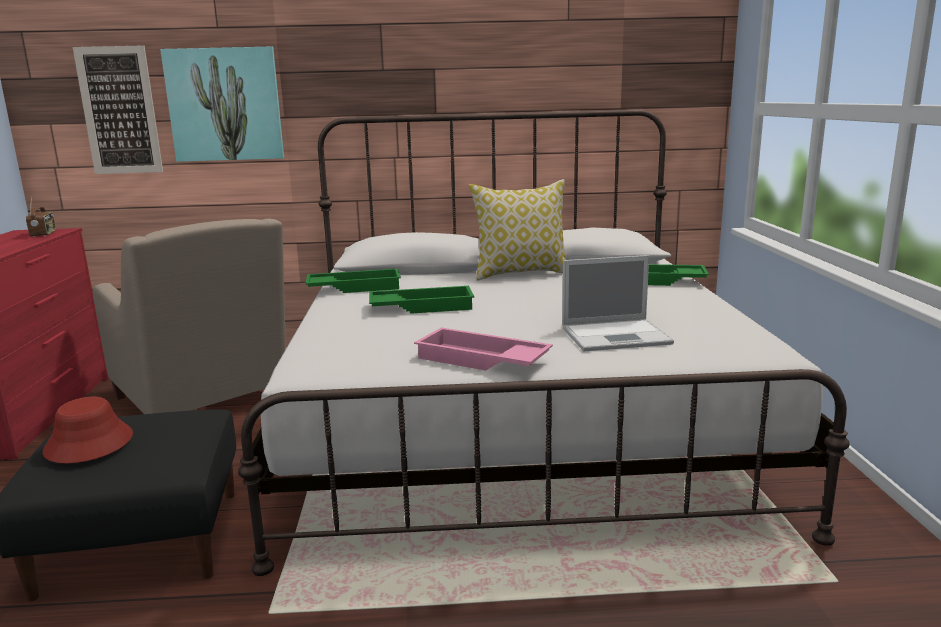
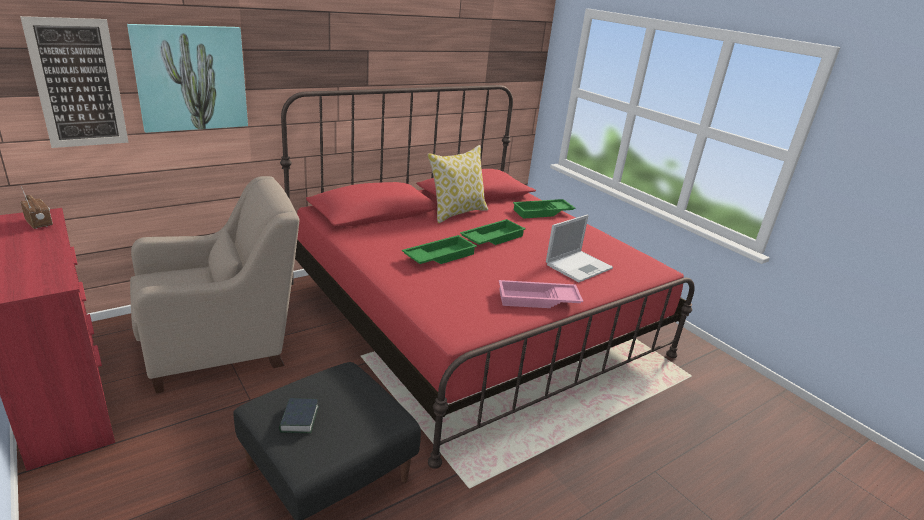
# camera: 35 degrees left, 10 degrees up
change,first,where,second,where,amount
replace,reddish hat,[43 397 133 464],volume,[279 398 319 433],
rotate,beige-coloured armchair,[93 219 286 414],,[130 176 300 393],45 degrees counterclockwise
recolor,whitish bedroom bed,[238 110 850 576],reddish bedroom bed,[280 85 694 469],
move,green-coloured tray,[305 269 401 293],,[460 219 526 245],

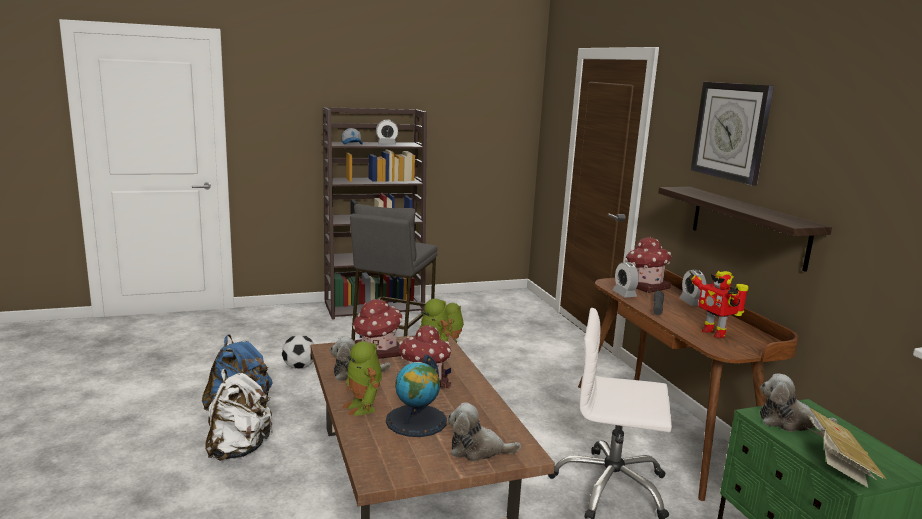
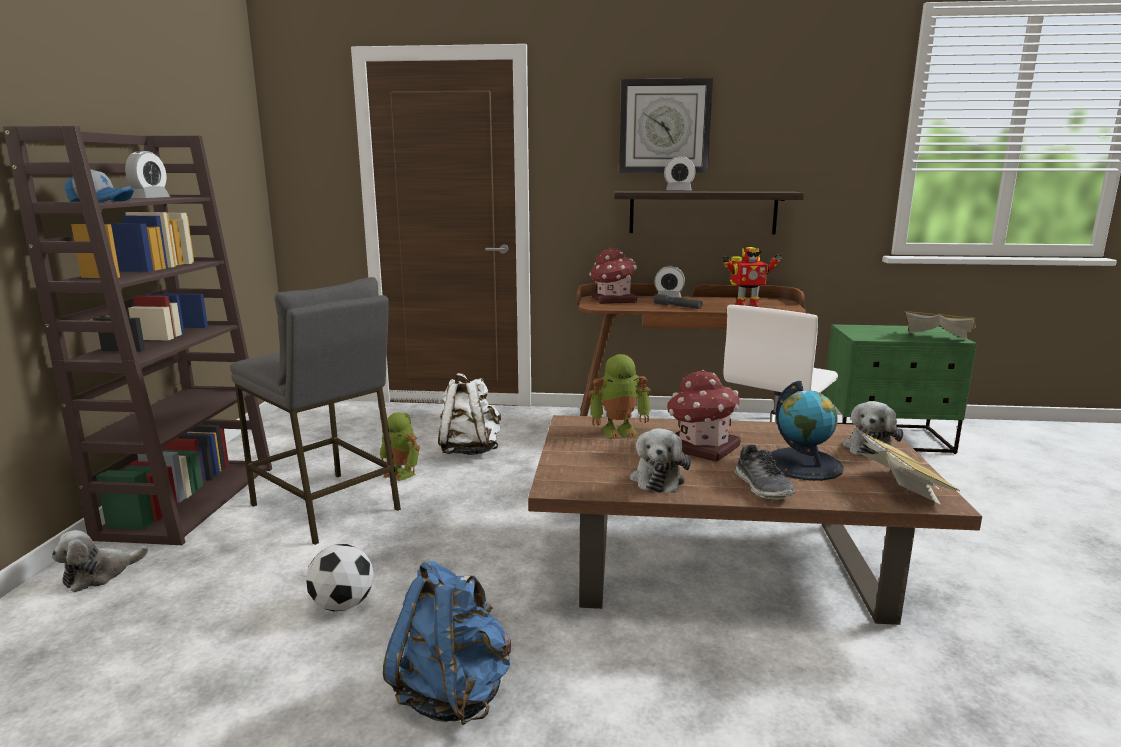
# camera: 65 degrees left, 0 degrees up
change,first,where,second,where,amount
move,whitish knapsack,[205 369 273 461],,[438 373 501 455],
replace,toy robot,[343 341 382 416],item of footwear,[734 445 795 500],
delete,toy house,[353 299 403 359],,,
move,table clock,[613 262 639 298],,[664 156 696 190],
move,cuddly toy,[760 374 837 432],,[51 530 149 592],
insert,,,volume,[857 432 960 504],

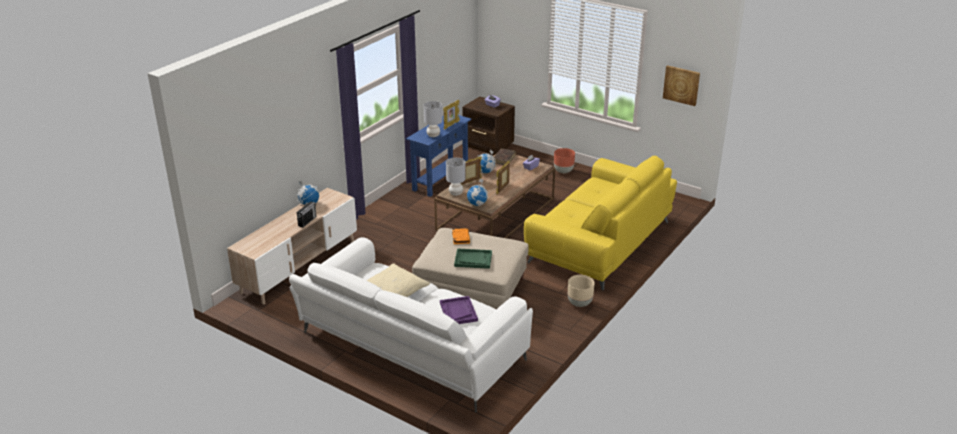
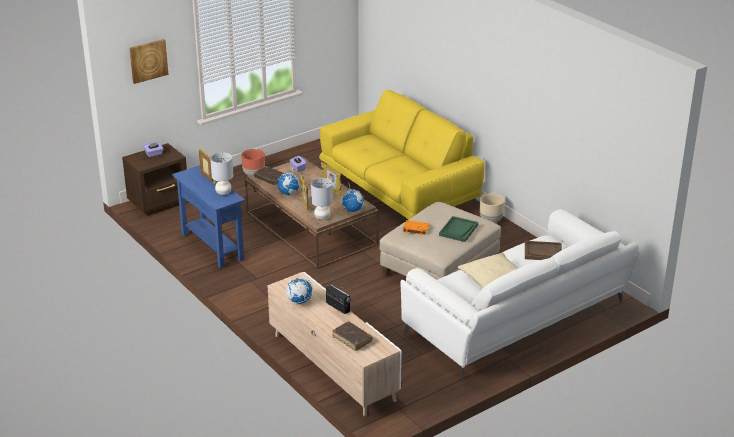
# camera: 70 degrees left, 0 degrees up
change,first,where,second,where,amount
recolor,purplish tray,[440 296 478 324],brown tray,[525 241 562 260],
move,wall picture,[663 65 700 106],,[129 39 168 84],
insert,,,brown volume,[333 321 373 351],

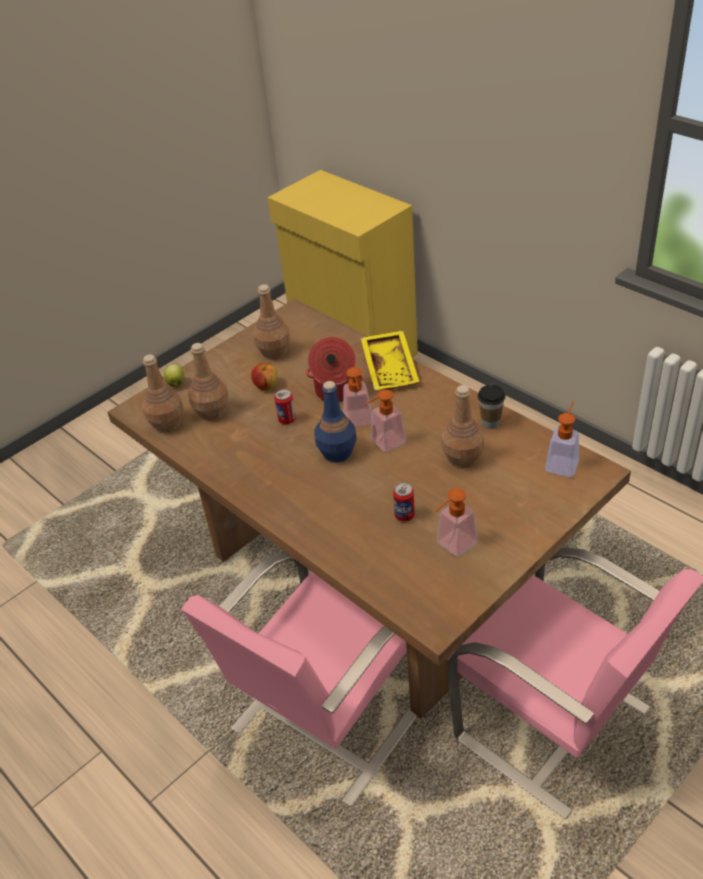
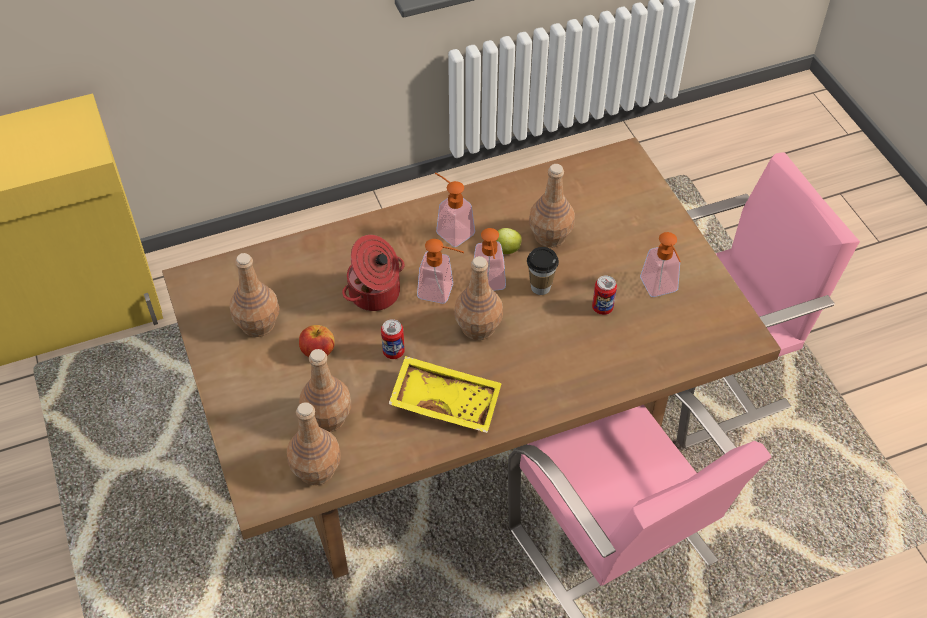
# camera: 70 degrees left, 10 degrees up
change,first,where,second,where,amount
move,apple fruit,[164 364 185 387],,[496 228 522 254],
recolor,bluish beverage bottle,[314 381 357 462],brown beverage bottle,[454 256 503 340],
move,yellow tray,[361 331 419 390],,[388 356 502 433],
move,drinking cup,[477 385 506 429],,[527 247 559 295],
move,soap dispenser,[545 402 579 477],,[435 172 475 247],

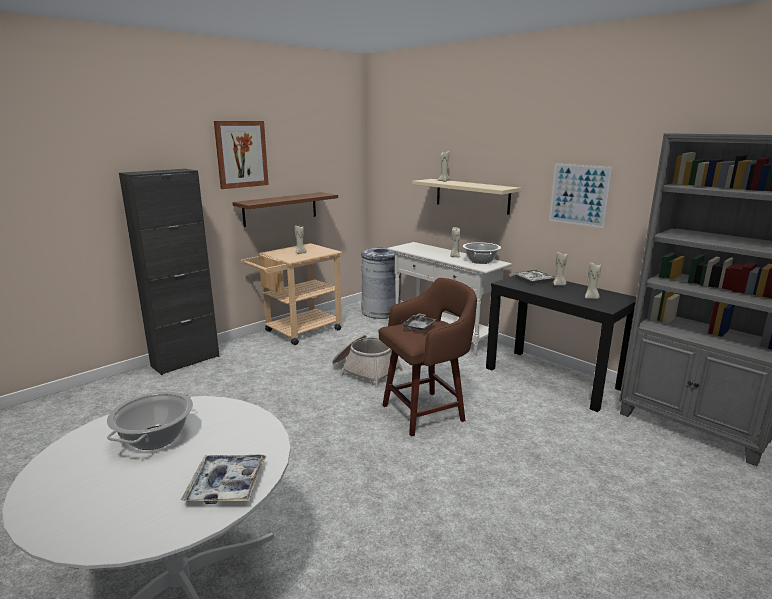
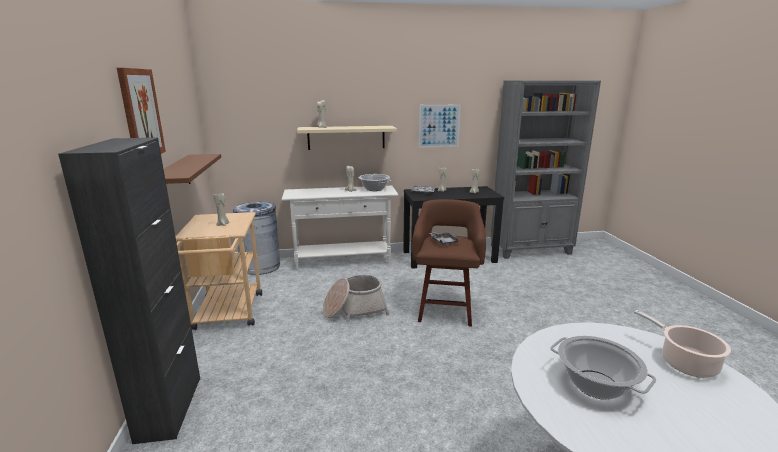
# camera: 55 degrees left, 0 degrees up
change,first,where,second,where,amount
replace,tray,[181 455 266 504],stockpot,[634 310 731 378],

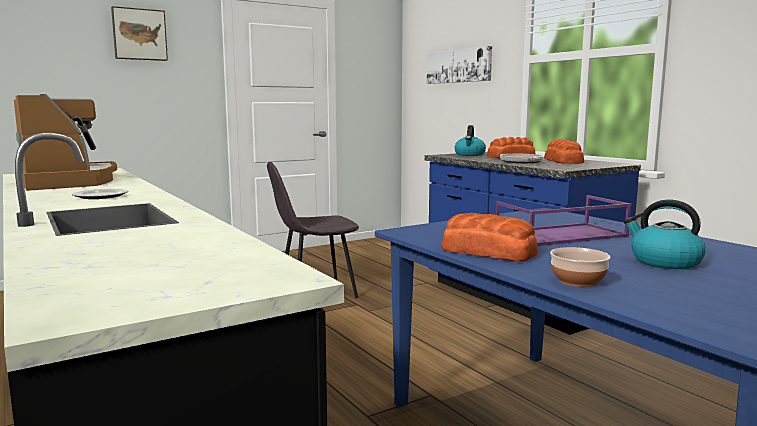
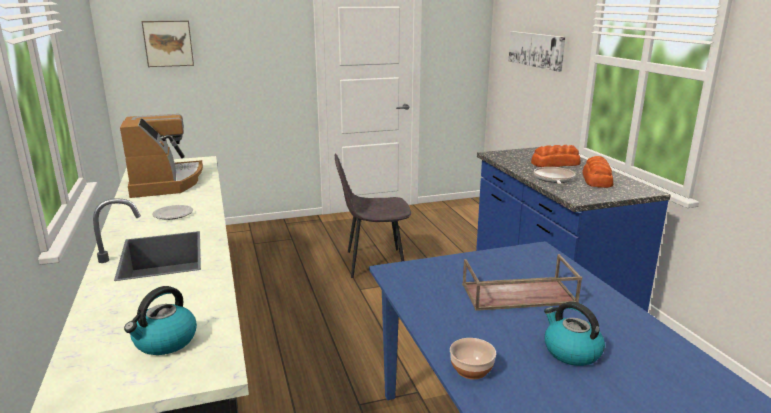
# camera: 15 degrees right, 10 degrees up
change,first,where,second,where,amount
move,wall picture,[111 6 168 61],,[142 21 194 67],
delete,baked bread,[441 213 538 262],,,
move,tea kettle,[455 125 486 156],,[124 286 197 355],
recolor,purplish tray,[495 195 631 246],brown tray,[462 254 582 311],

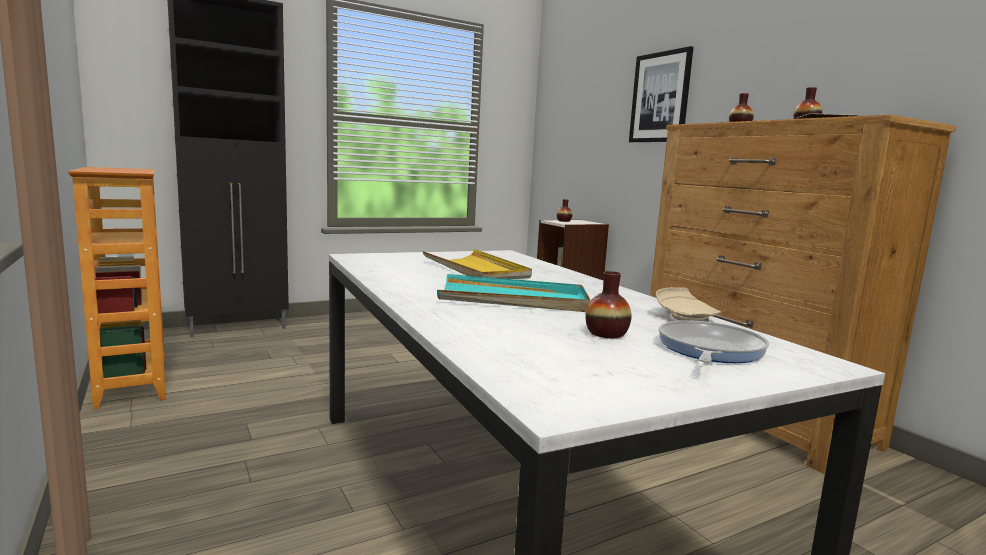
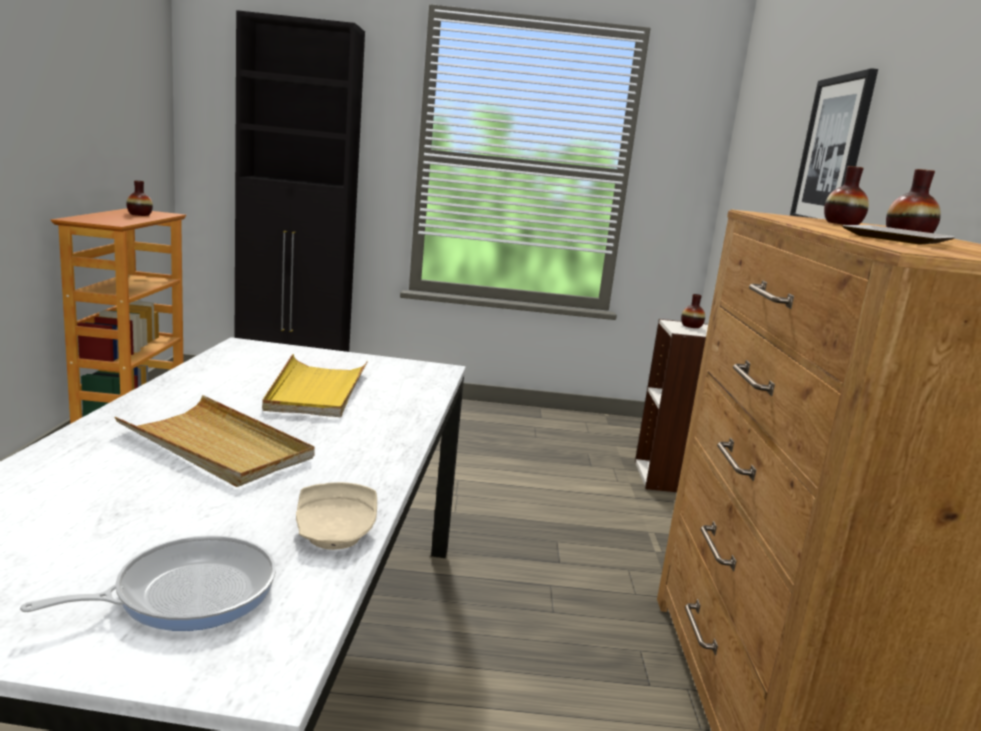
# camera: 30 degrees right, 5 degrees up
change,first,where,second,where,amount
recolor,turquoise tray,[437 274 590 312],beige-coloured tray,[115 395 315 487],
move,flower vase,[585 271 632 338],,[126 181 153 216],

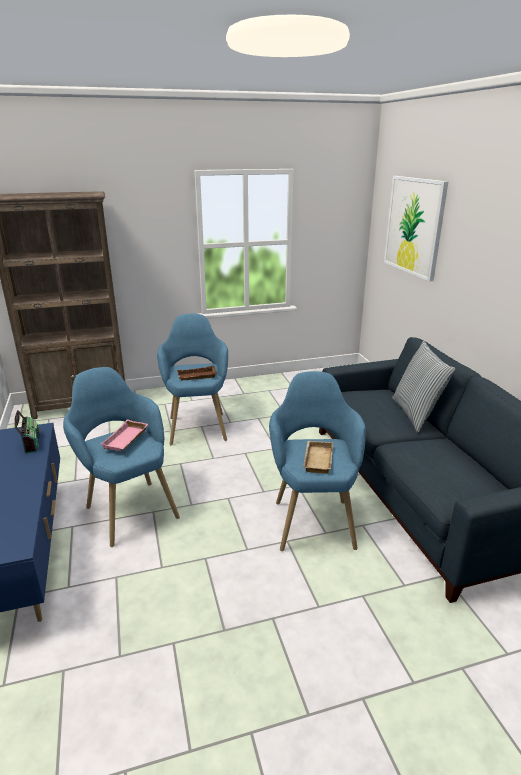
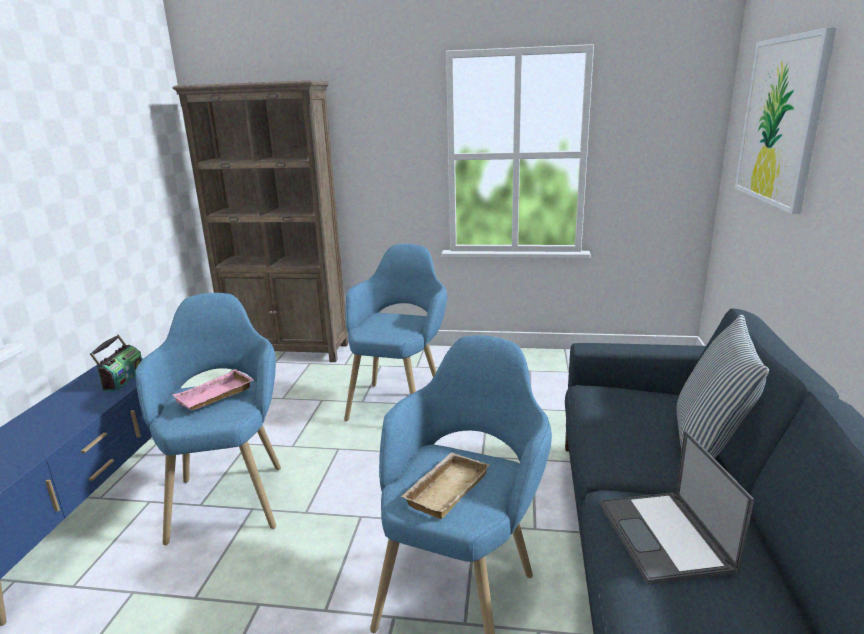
# camera: 25 degrees right, 5 degrees down
change,first,where,second,where,amount
delete,brown tray,[177 365 217 380],,,
insert,,,laptop,[600 430 754 585],

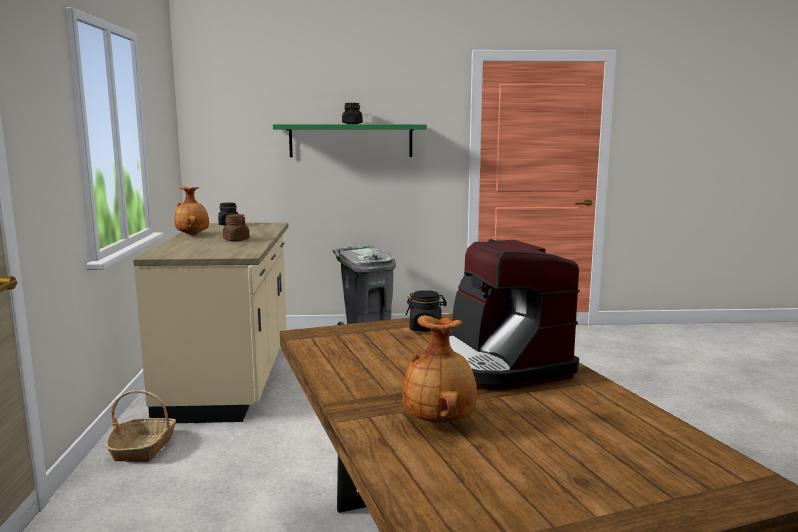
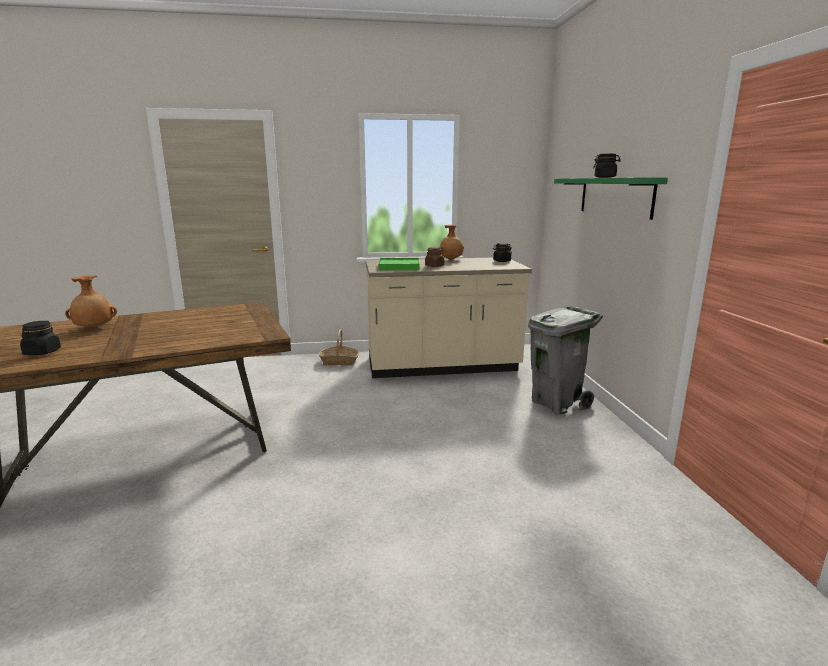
# camera: 85 degrees right, 5 degrees up
change,first,where,second,where,amount
move,black-coloured jar,[406 290 447 332],,[20 321 61 355],
delete,coffee brewer,[449 239 580 390],,,
insert,,,green-coloured tray,[378 258 420 270],

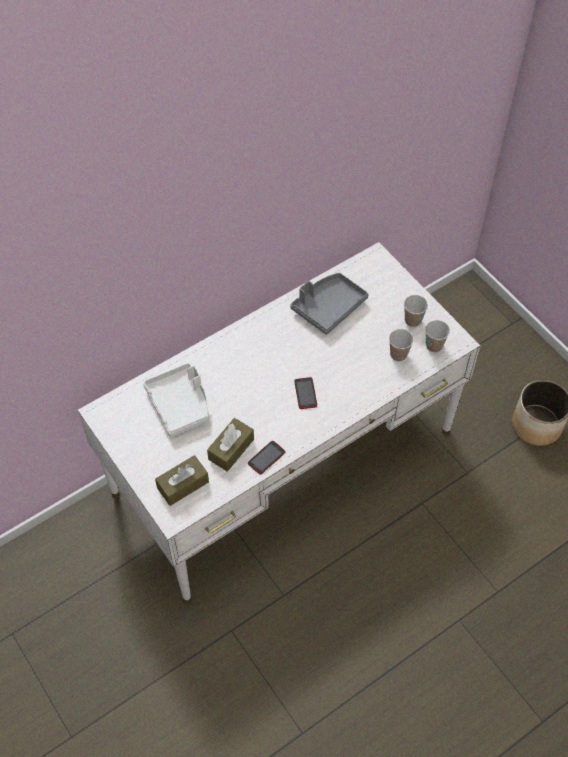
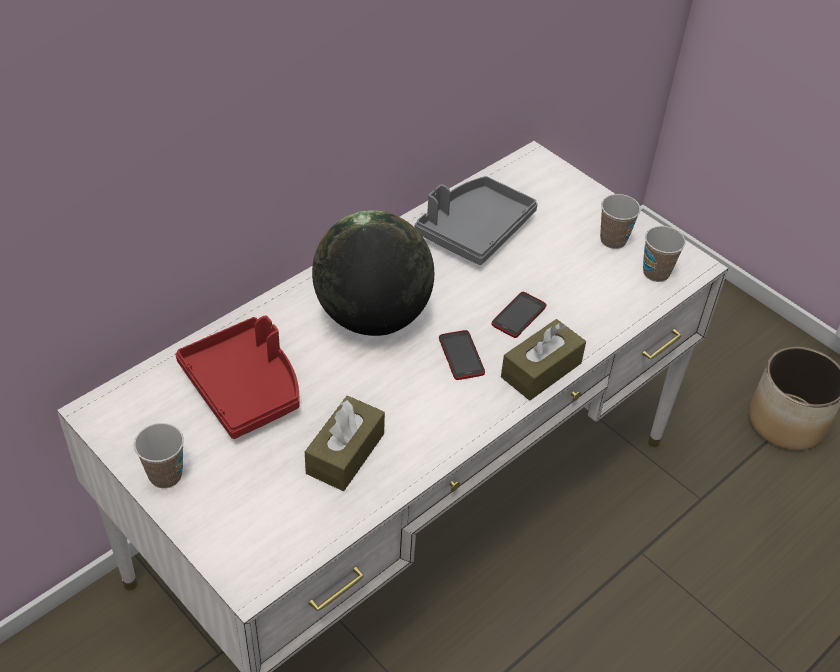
# camera: 10 degrees left, 10 degrees down
change,first,where,second,where,amount
recolor,whitish tray,[143 363 209 437],reddish tray,[175 316 299 439],
move,brown tissue box,[155 455 209 506],,[501 319 586 400],
move,phone,[248 441 285 475],,[491 292 547 338],
move,drinking cup,[389 329 414 361],,[134 423 184 488],
insert,,,desk globe,[312 210 434 336],

